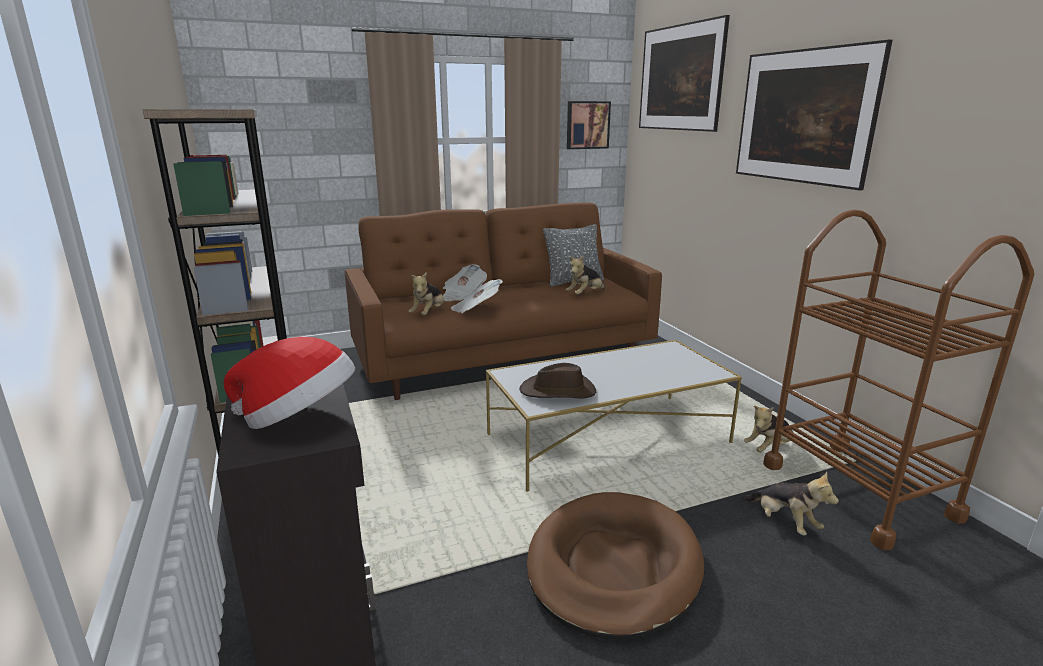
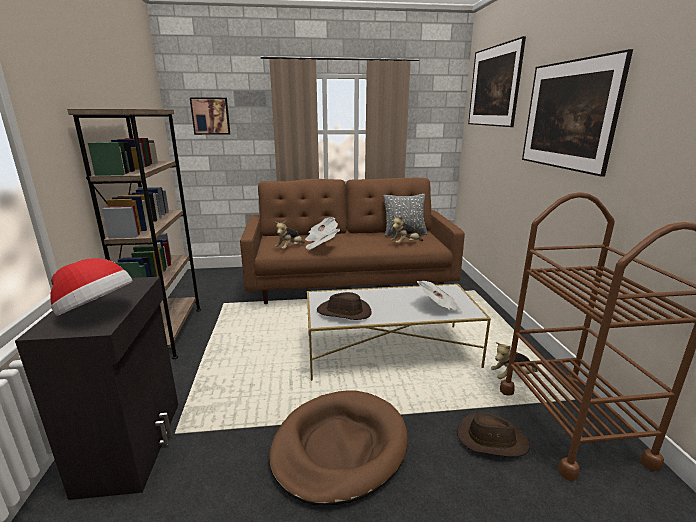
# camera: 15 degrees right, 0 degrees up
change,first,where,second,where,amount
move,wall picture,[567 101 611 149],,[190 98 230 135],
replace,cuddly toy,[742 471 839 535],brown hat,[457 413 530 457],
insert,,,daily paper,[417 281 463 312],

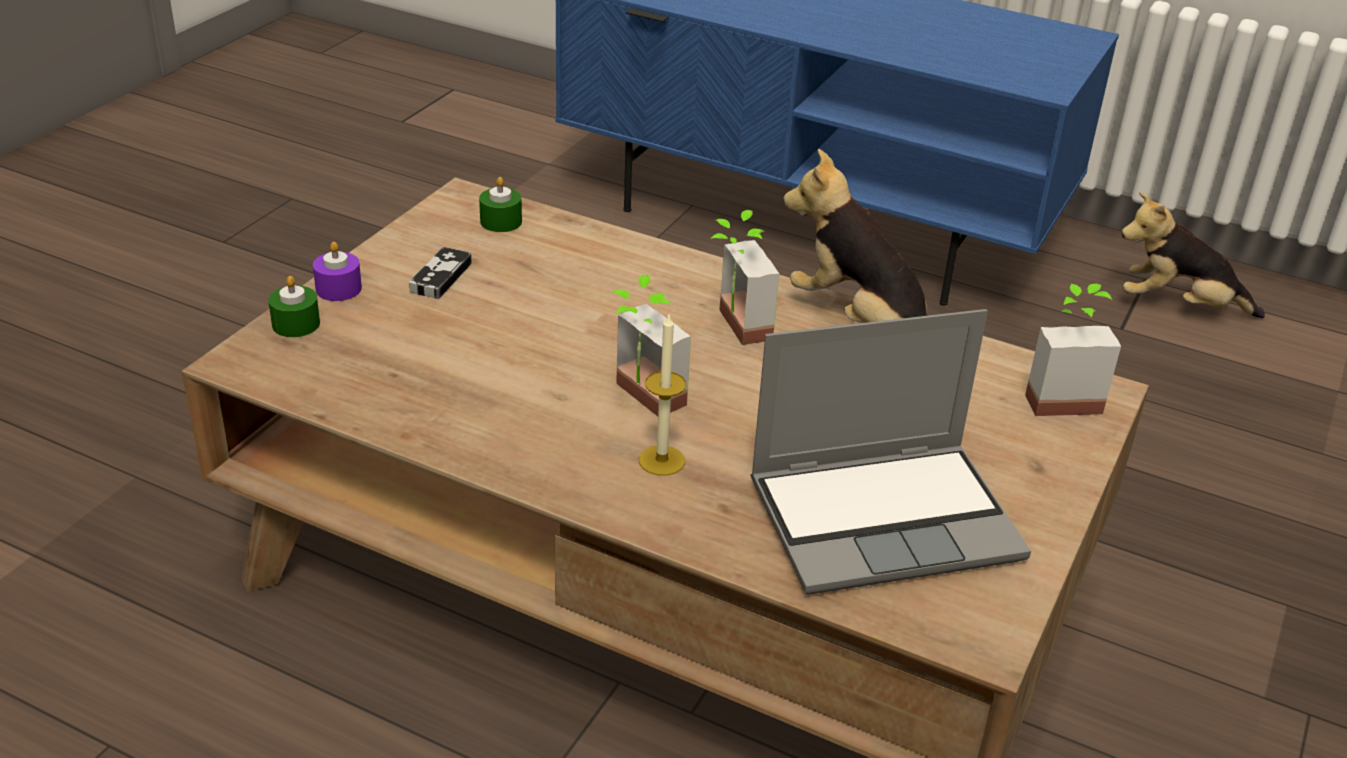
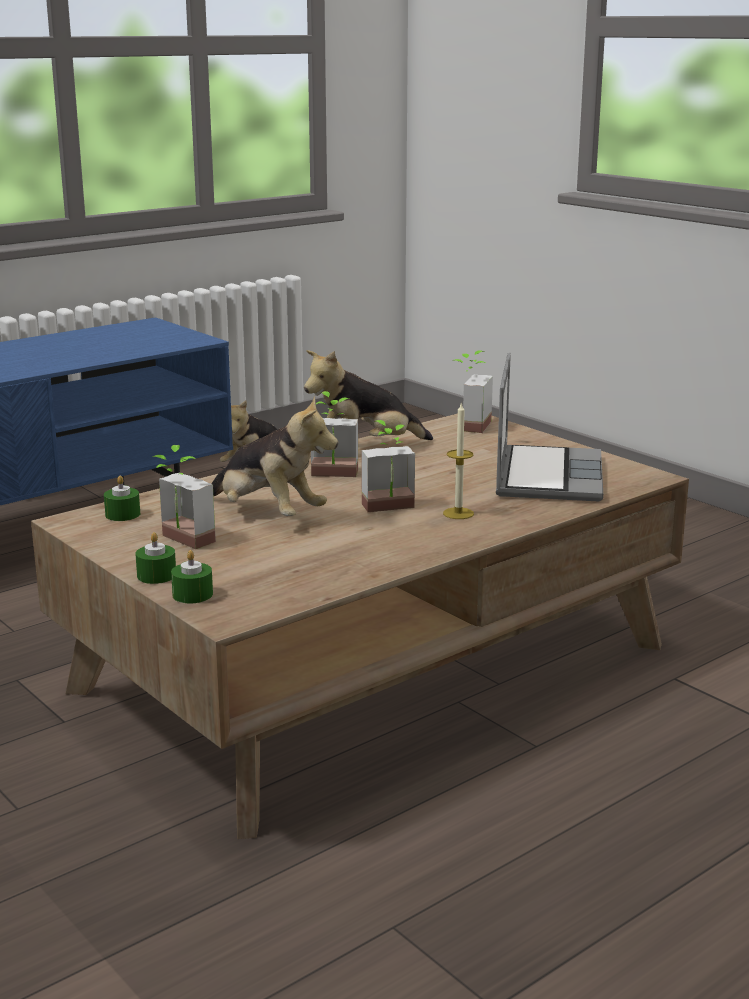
# camera: 65 degrees left, 15 degrees down
change,first,where,second,where,amount
recolor,purplish wax light,[313 242 362 301],green-coloured wax light,[135 532 176 584],
replace,gamepad,[409 247 472 299],potted plant,[153 445 216 549],
insert,,,cuddly toy,[211 396 338 516],

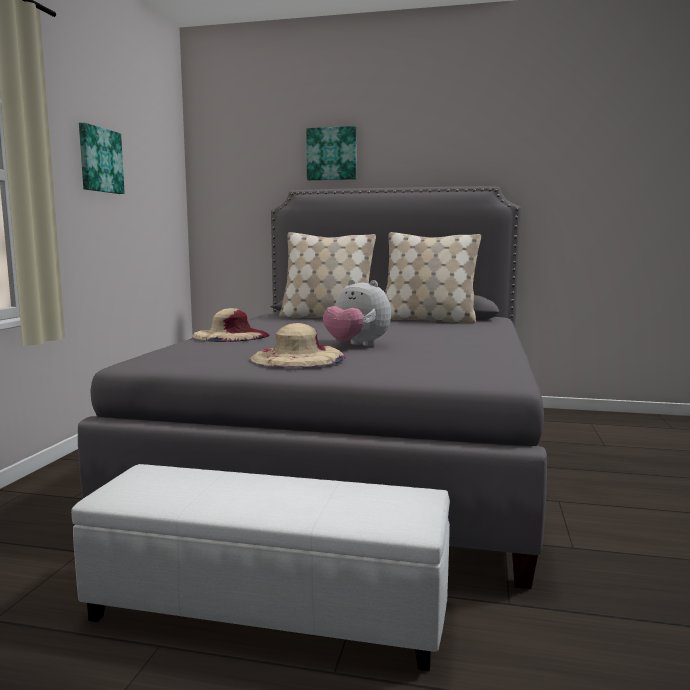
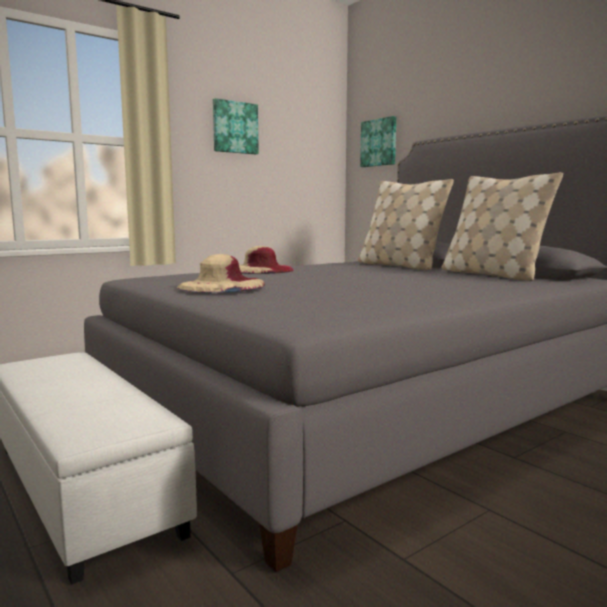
# camera: 40 degrees right, 0 degrees up
change,first,where,second,where,amount
move,wall picture,[306 126 357 180],,[360 116 396 167],
delete,cuddly toy,[323 279 391 346],,,

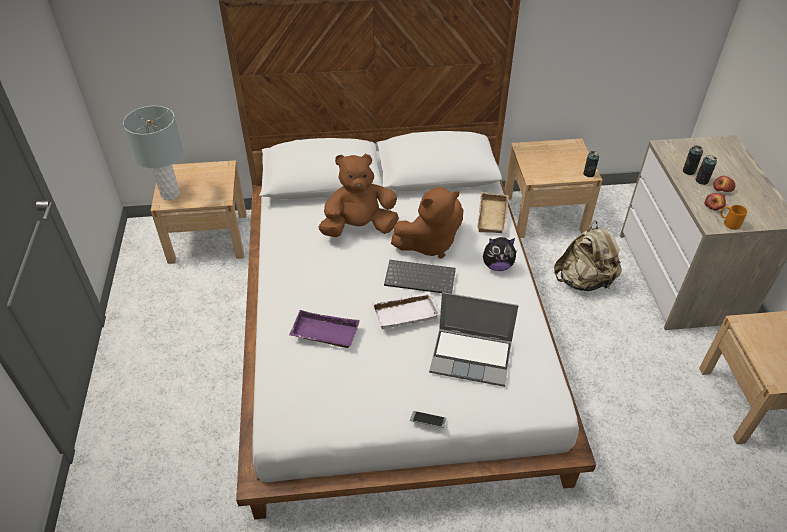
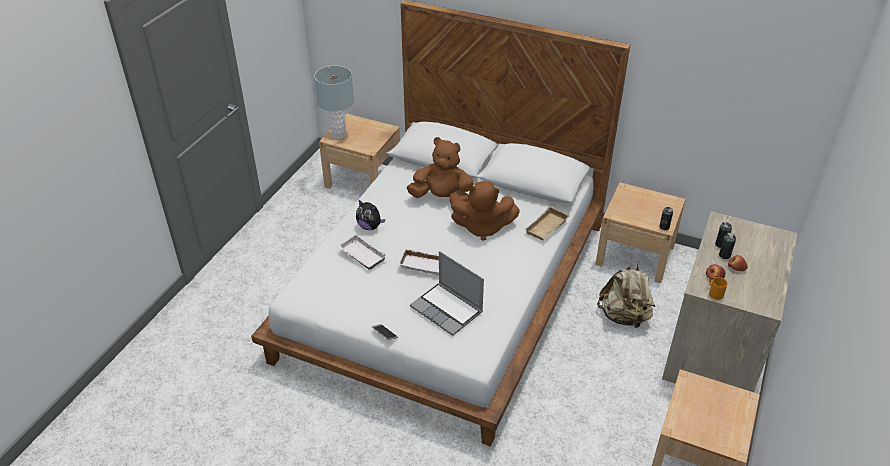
# camera: 30 degrees right, 5 degrees down
change,first,where,second,where,amount
recolor,purplish tray,[289 310 360 348],whitish tray,[337 234 387 270],
delete,PC keyboard,[384 260 456 294],,,
move,cuddly toy,[483 237 517 271],,[356 200 385 230],

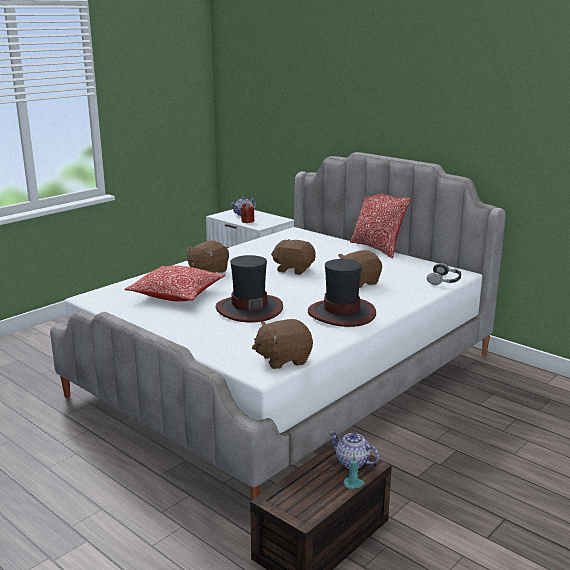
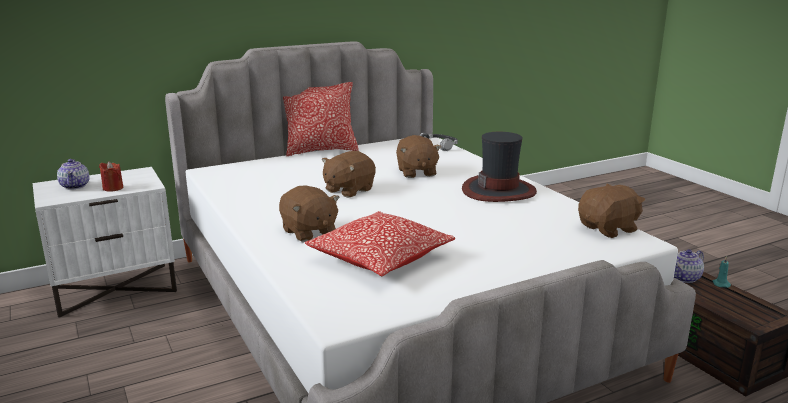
# camera: 70 degrees left, 0 degrees up
change,first,where,second,where,amount
delete,hat,[216 255 283 323],,,
rotate,brown cuddly toy,[252 319 313 369],,[578 183 645 238],120 degrees counterclockwise

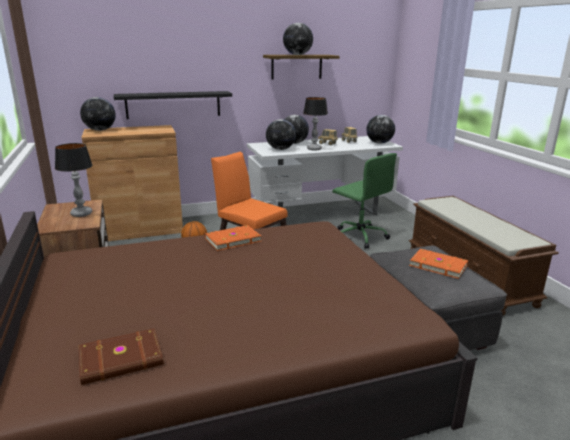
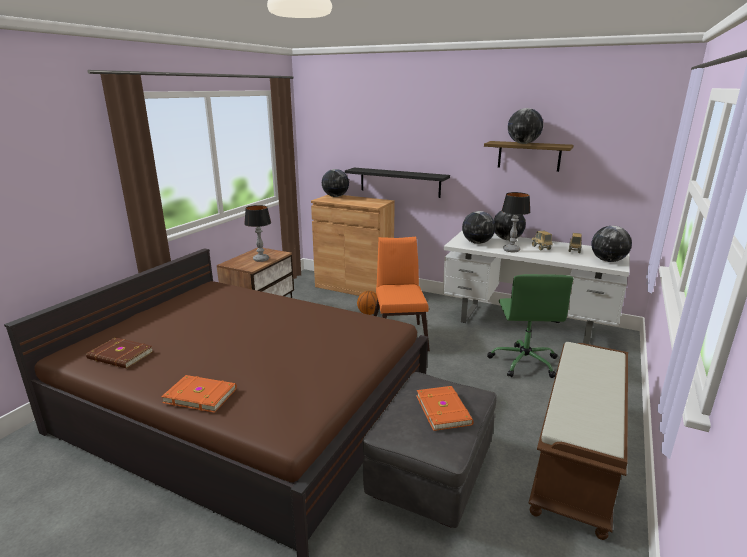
# camera: 45 degrees right, 0 degrees up
change,first,where,second,where,amount
move,orangey volume,[205 225 261 251],,[161 375 237 413],

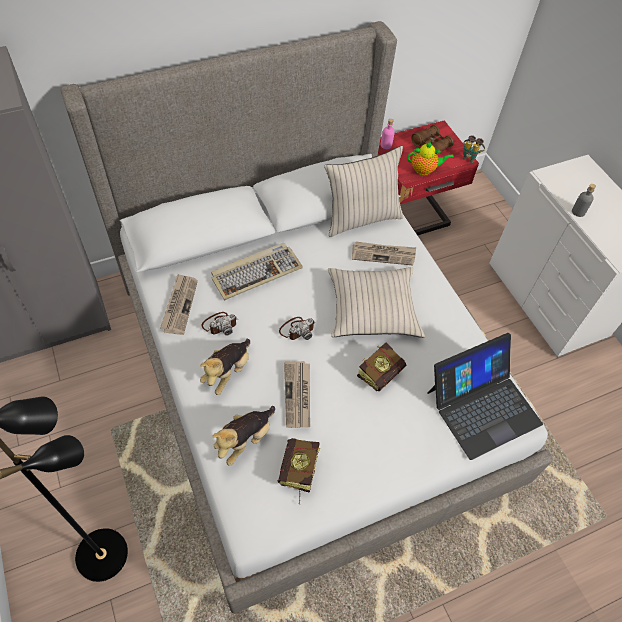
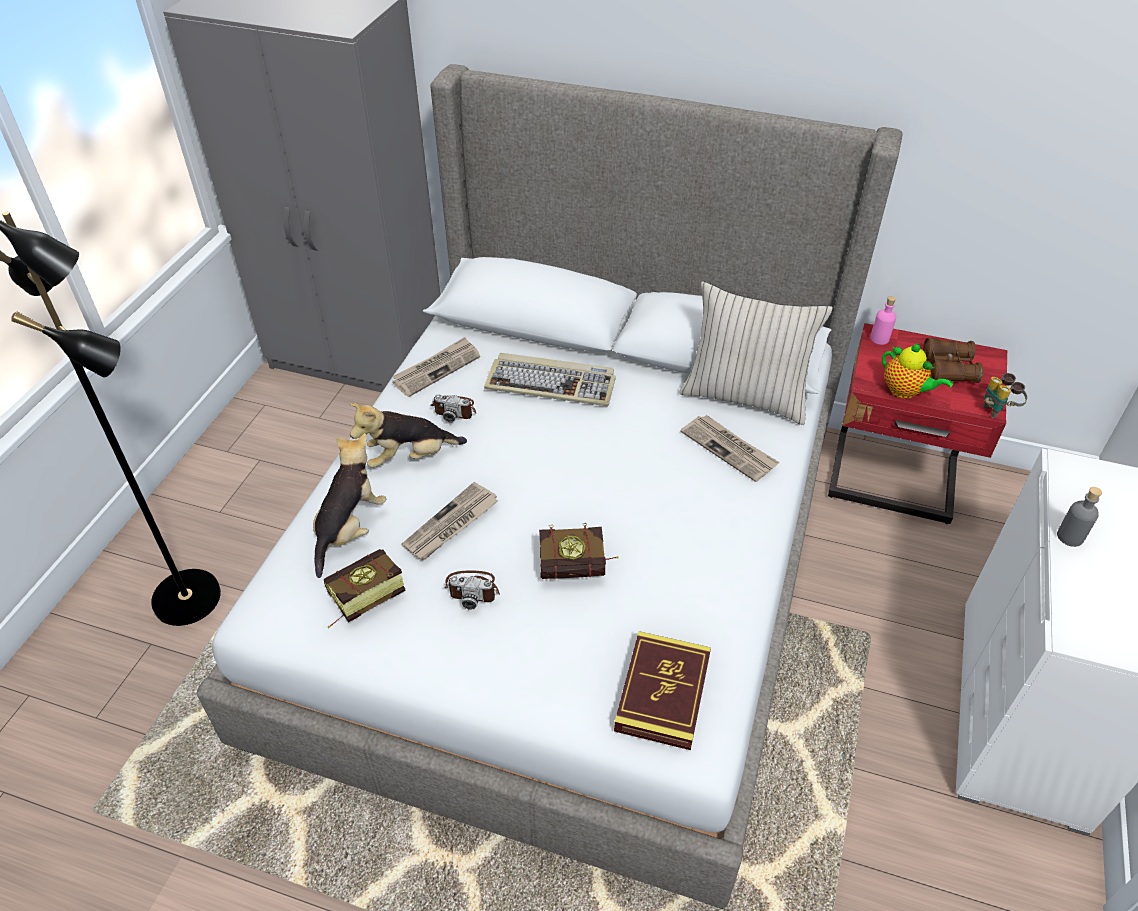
# camera: 45 degrees right, 10 degrees down
change,first,where,second,where,amount
rotate,cuddly toy,[212 406 275 466],,[313 433 386 578],120 degrees clockwise
move,photo camera,[279 317 315 340],,[444 570 500 610],
delete,beige-coloured throw pillow,[328 267 425 338],,,
replace,laptop,[427 333 543 460],volume,[614 631 711 750],

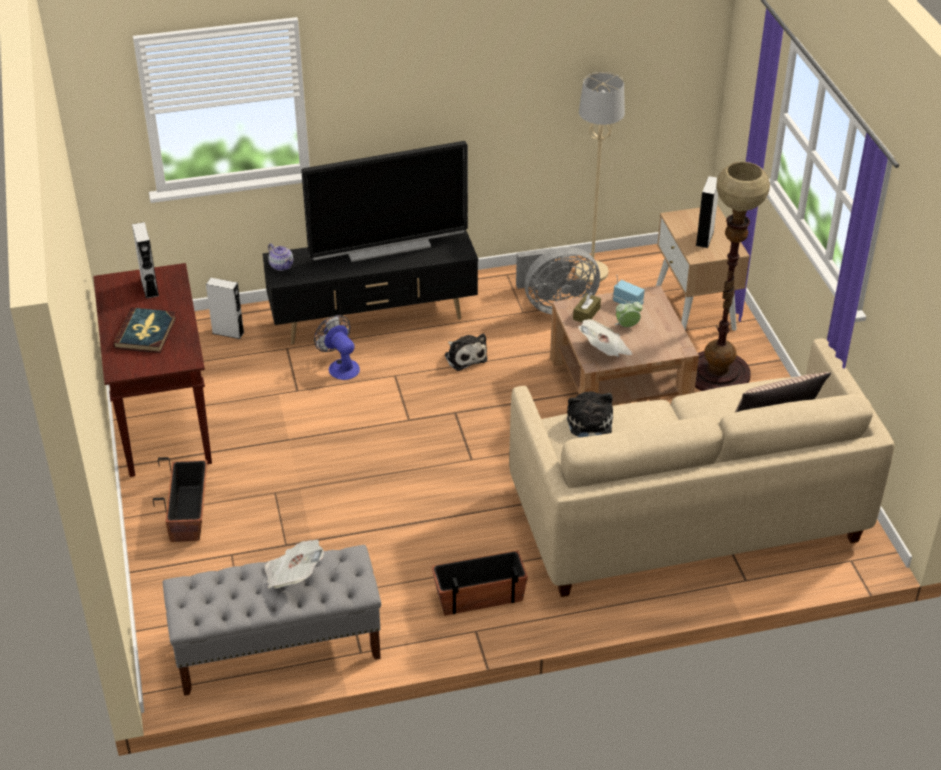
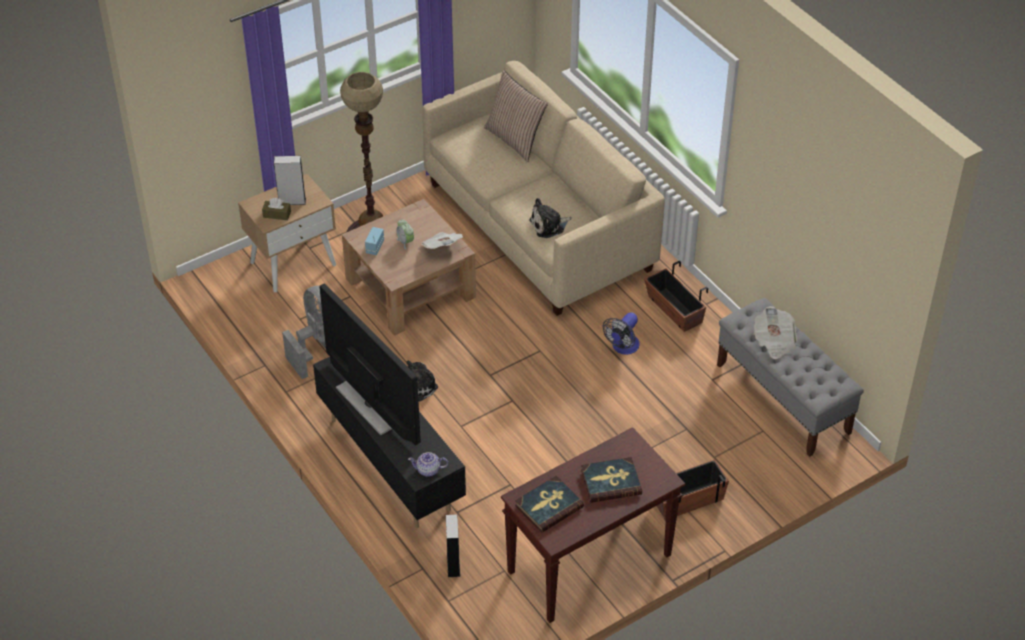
# camera: 110 degrees left, 5 degrees up
change,first,where,second,where,amount
replace,greyish audio speaker,[132 222 159 299],volume,[515 476 584 533],
rotate,tea pot,[268 243 293 271],,[408 452 448 477],120 degrees counterclockwise
move,cooling fan,[314 315 360 380],,[603 312 640 355],
move,brown tissue box,[573 292 601 323],,[262 198 291 220],
delete,beige-coloured floor lamp,[575 72 625 283],,,

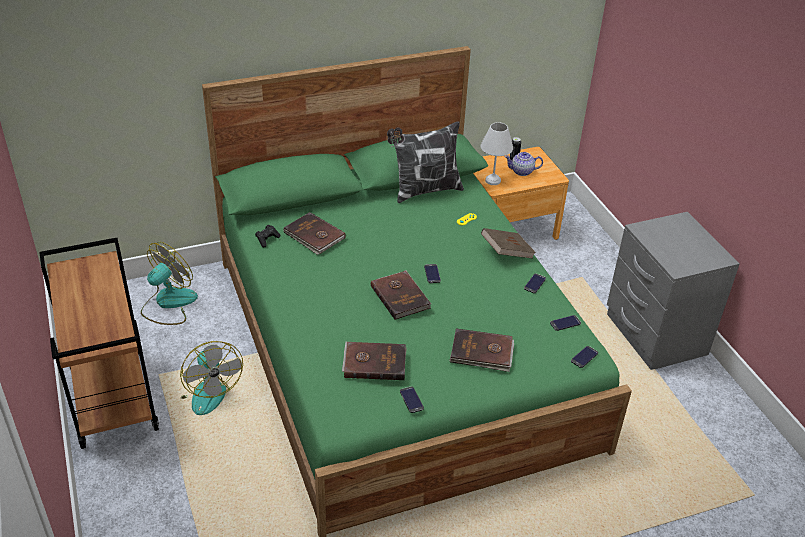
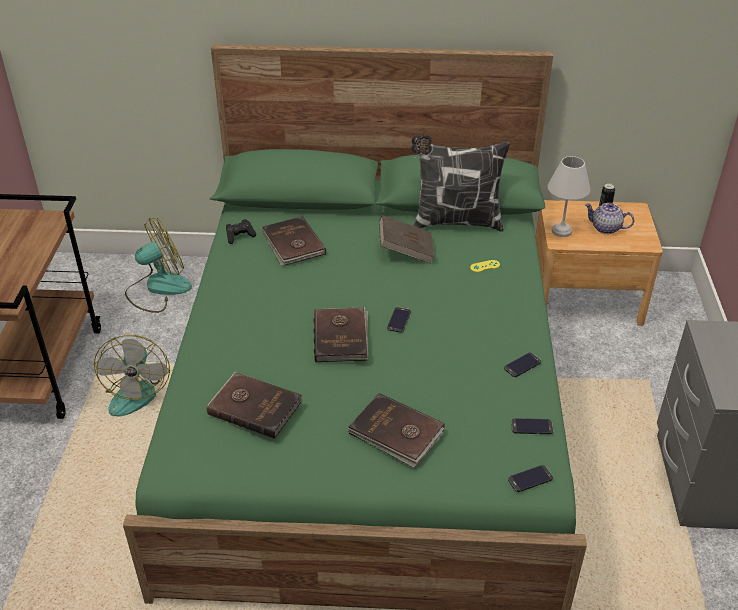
# camera: 25 degrees right, 0 degrees up
change,first,where,second,where,amount
delete,phone,[400 387 424 413],,,
move,brown volume,[481 228 536 259],,[379 215 435 264],

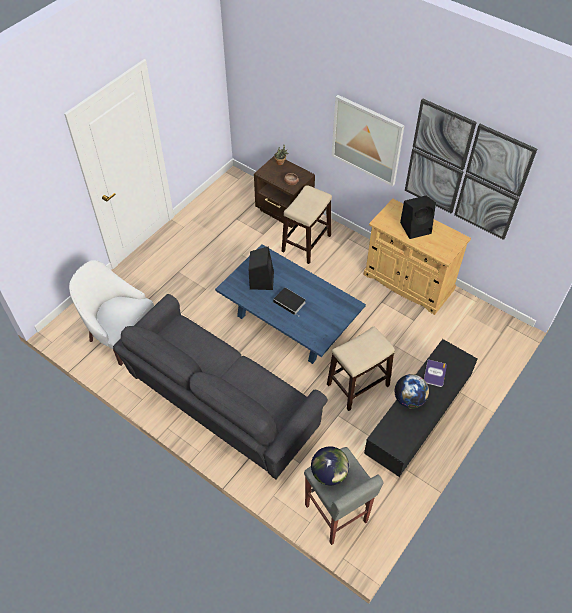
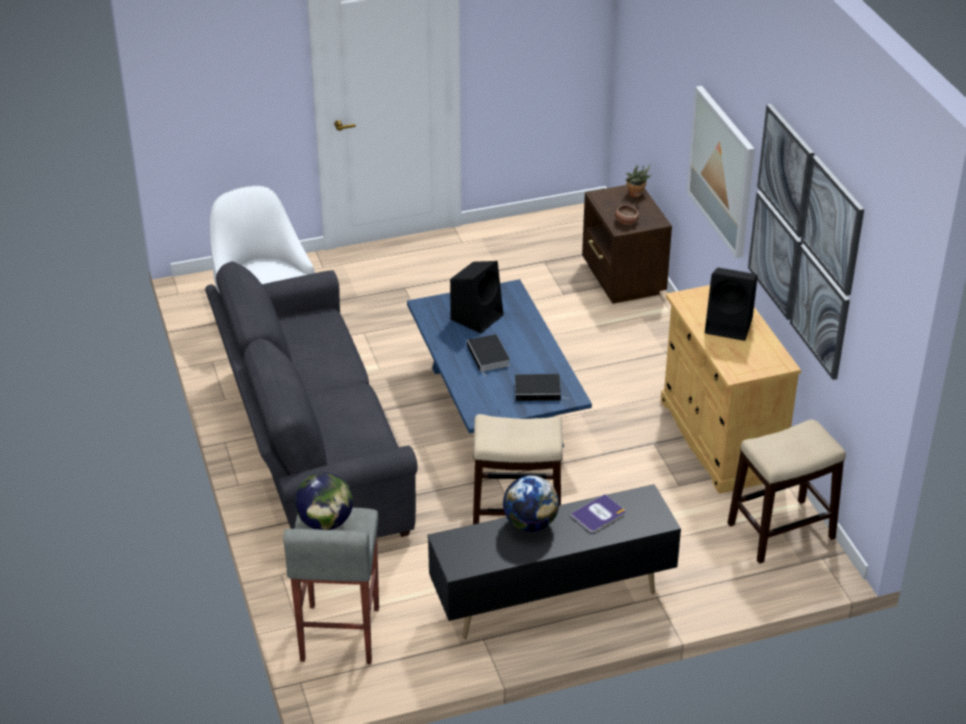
# camera: 35 degrees right, 15 degrees down
change,first,where,second,where,amount
move,stool,[282 185 332 264],,[727 419 846 564],
insert,,,volume,[515 374 567 401],

